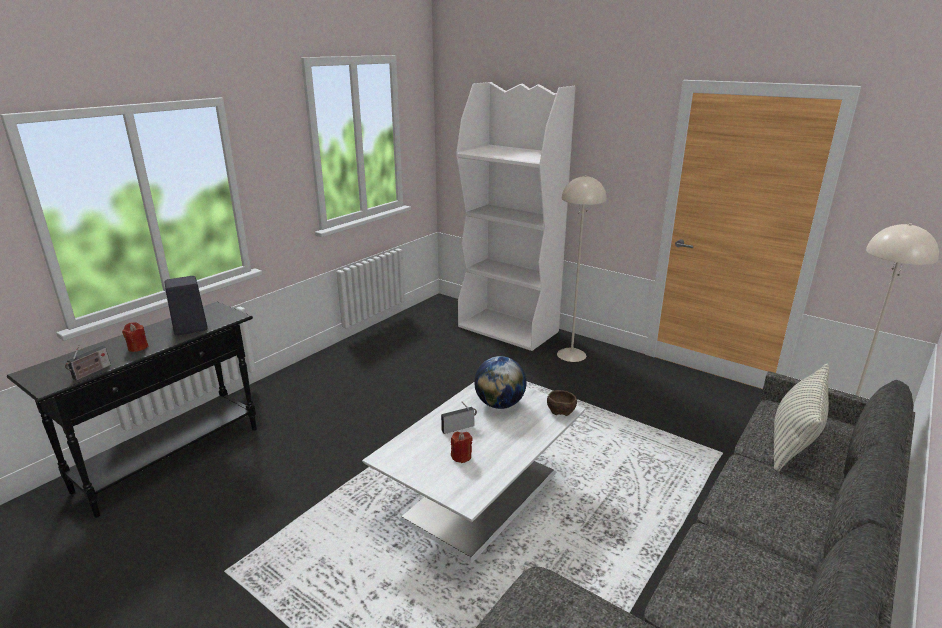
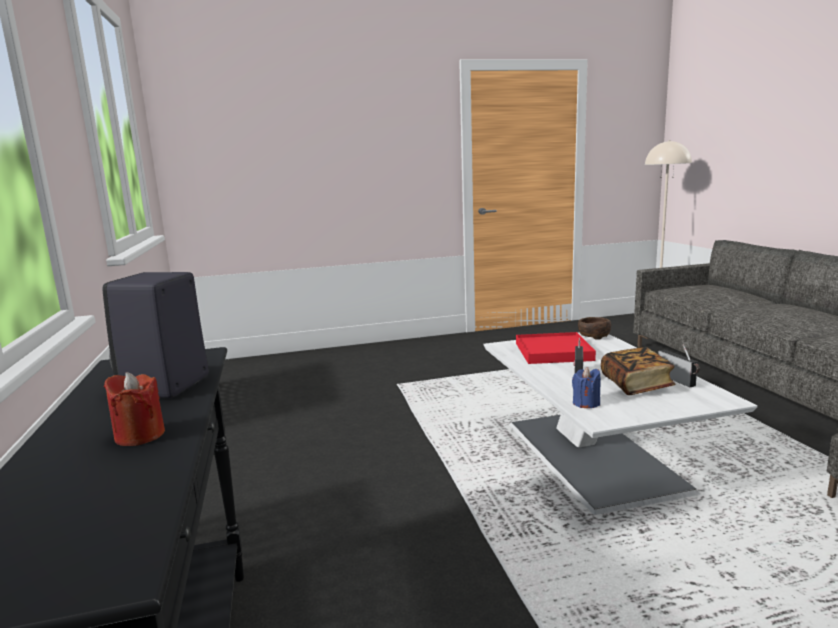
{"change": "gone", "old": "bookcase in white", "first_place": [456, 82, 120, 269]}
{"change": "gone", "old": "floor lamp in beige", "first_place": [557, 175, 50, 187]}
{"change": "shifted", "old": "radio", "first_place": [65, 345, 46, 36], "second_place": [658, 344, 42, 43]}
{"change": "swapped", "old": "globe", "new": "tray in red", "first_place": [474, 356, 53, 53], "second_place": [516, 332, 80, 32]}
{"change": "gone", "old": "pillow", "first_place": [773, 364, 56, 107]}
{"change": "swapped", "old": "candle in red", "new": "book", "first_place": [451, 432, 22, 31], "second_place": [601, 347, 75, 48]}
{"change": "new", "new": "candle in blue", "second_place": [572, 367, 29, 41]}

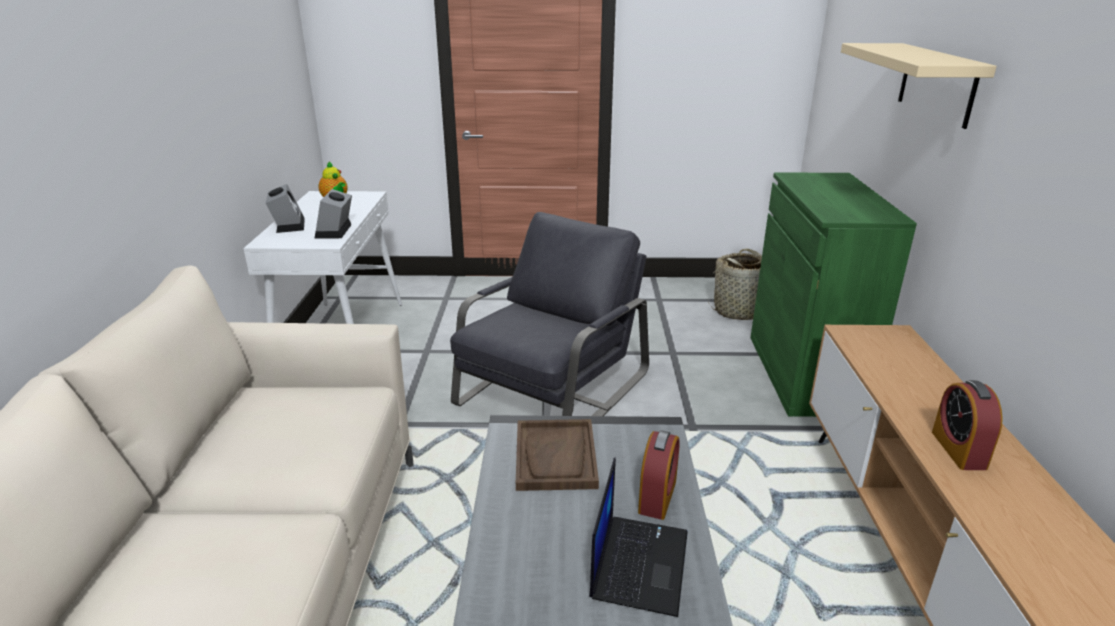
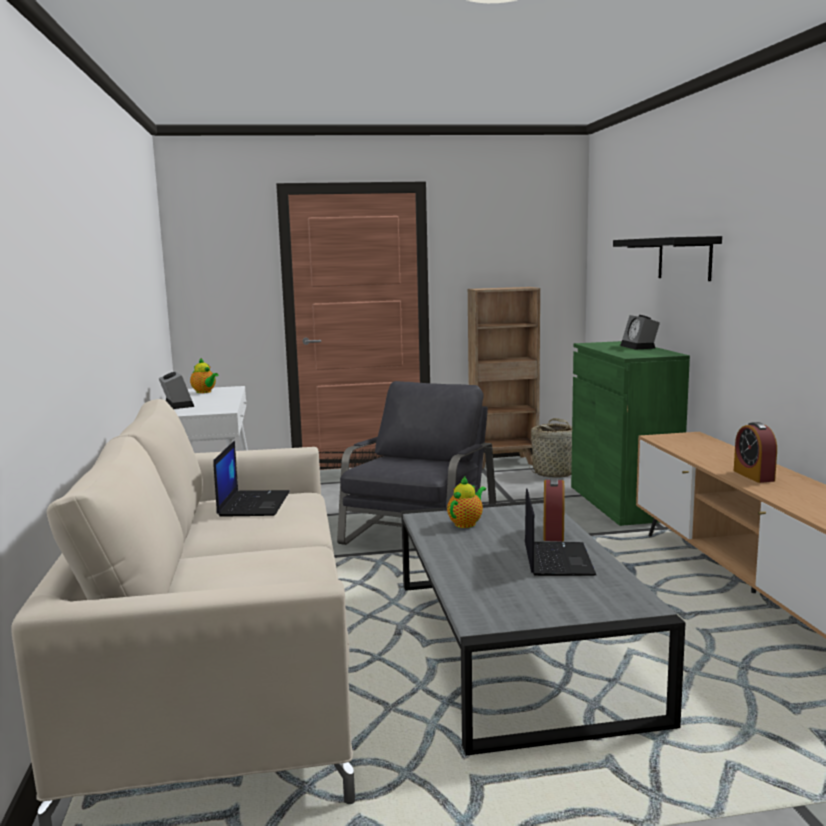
{"change": "repainted", "old": "shelf in beige", "new": "shelf in black", "first_place": [841, 43, 156, 86], "second_place": [613, 236, 109, 45]}
{"change": "shifted", "old": "alarm clock", "first_place": [315, 189, 37, 50], "second_place": [620, 315, 40, 35]}
{"change": "swapped", "old": "tray in brown", "new": "teapot", "first_place": [516, 419, 83, 72], "second_place": [447, 477, 39, 51]}
{"change": "new", "new": "bookcase in brown", "second_place": [468, 287, 72, 182]}
{"change": "new", "new": "laptop", "second_place": [213, 441, 77, 76]}

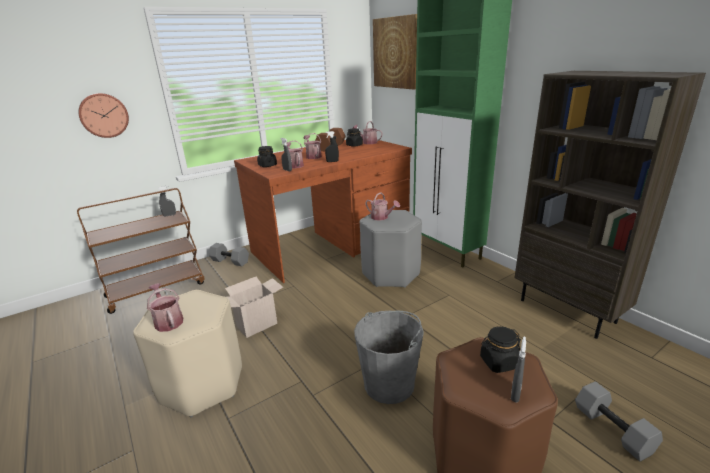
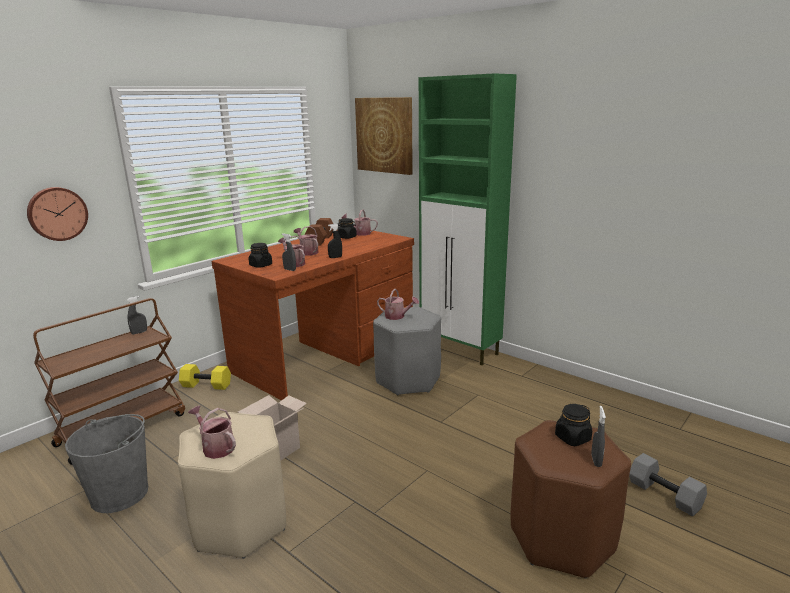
{"change": "gone", "old": "bookcase in brown", "first_place": [514, 71, 192, 268]}
{"change": "repainted", "old": "dumbbell in grey", "new": "dumbbell in yellow", "first_place": [209, 243, 40, 23], "second_place": [179, 364, 52, 26]}
{"change": "shifted", "old": "bucket in grey", "first_place": [354, 310, 70, 94], "second_place": [65, 414, 83, 99]}

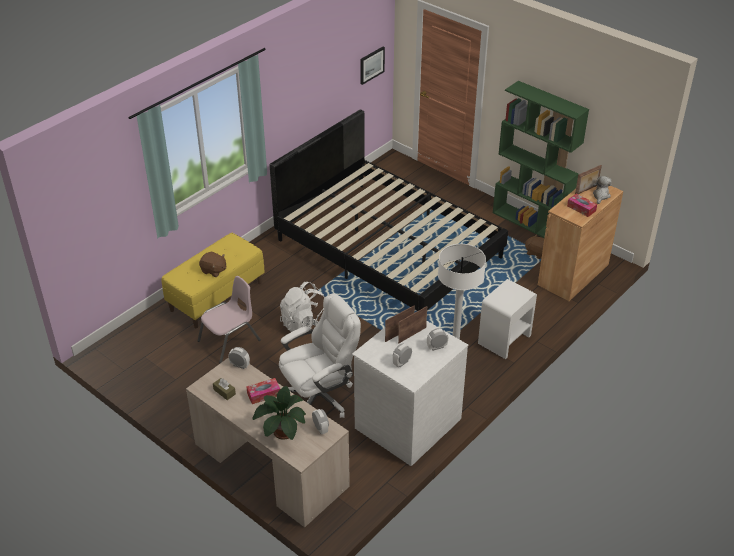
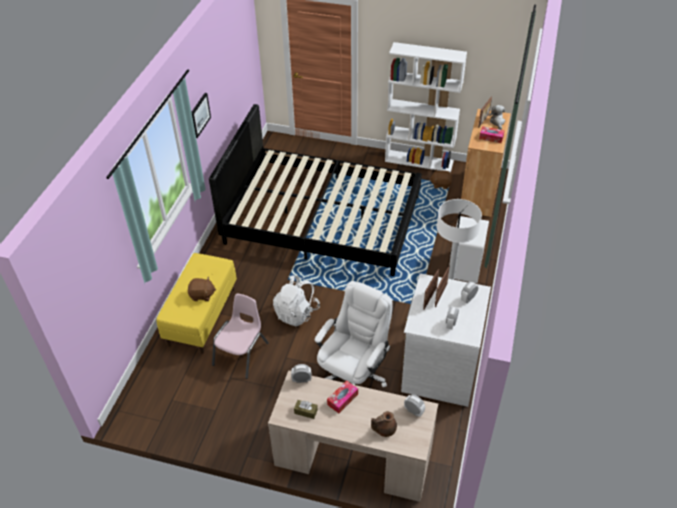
{"change": "shifted", "old": "picture", "first_place": [360, 47, 25, 38], "second_place": [192, 93, 19, 45]}
{"change": "repainted", "old": "bookcase in green", "new": "bookcase in white", "first_place": [493, 81, 96, 157], "second_place": [385, 42, 82, 130]}
{"change": "swapped", "old": "potted plant", "new": "teapot in brown", "first_place": [253, 386, 53, 54], "second_place": [371, 411, 26, 26]}

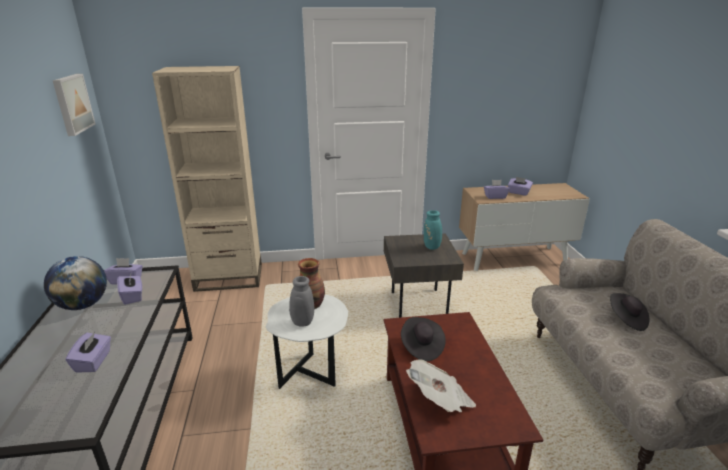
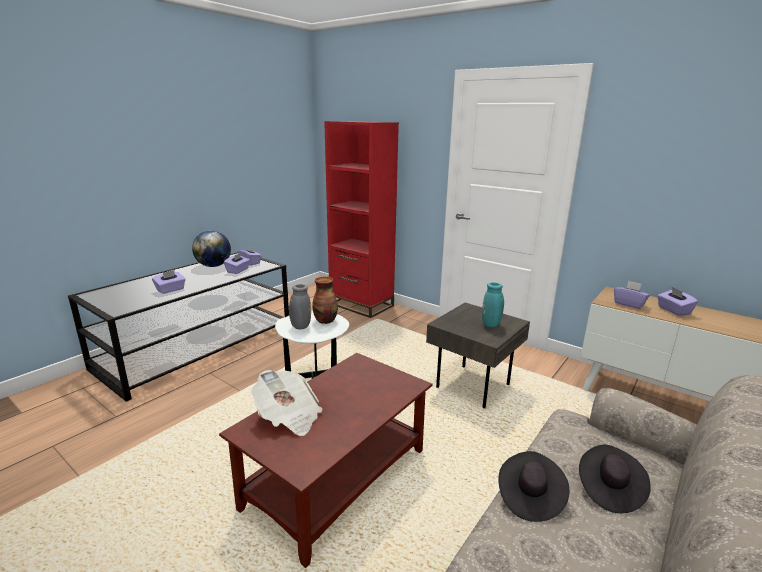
{"change": "repainted", "old": "bookcase in beige", "new": "bookcase in red", "first_place": [152, 66, 110, 226], "second_place": [324, 121, 75, 197]}
{"change": "gone", "old": "picture", "first_place": [53, 74, 42, 62]}
{"change": "shifted", "old": "hat in black", "first_place": [401, 317, 45, 44], "second_place": [498, 451, 71, 71]}

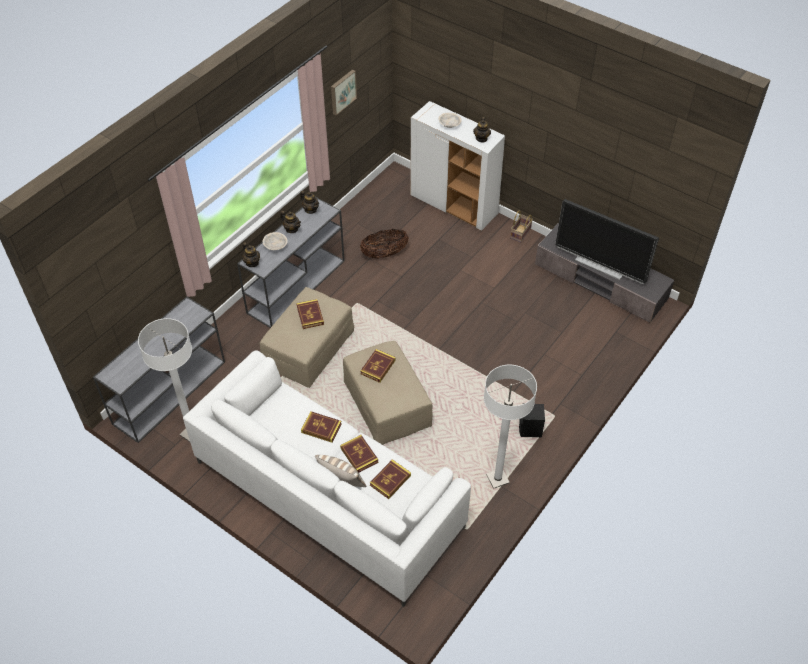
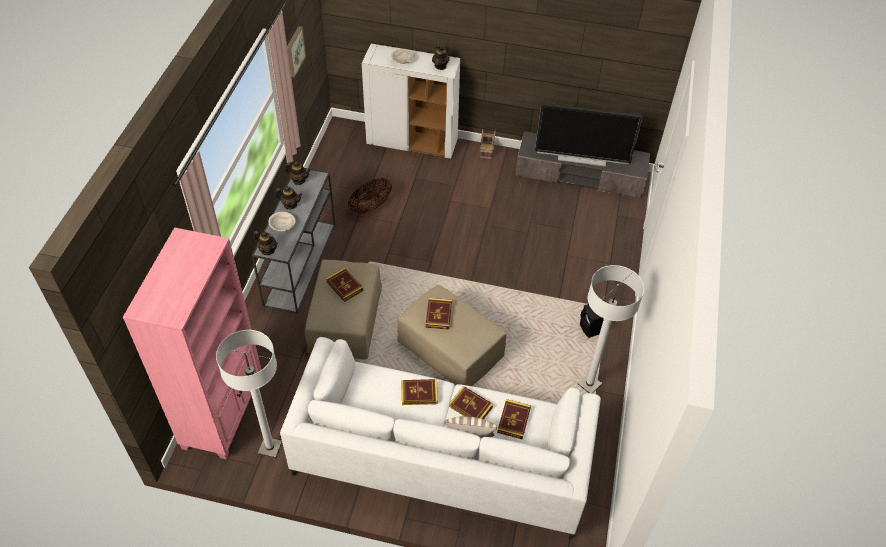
{"change": "swapped", "old": "console table in grey", "new": "bookcase in pink", "first_place": [93, 297, 132, 146], "second_place": [123, 227, 139, 232]}

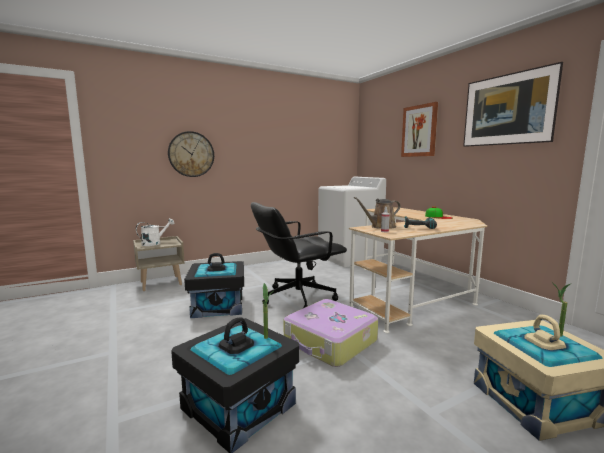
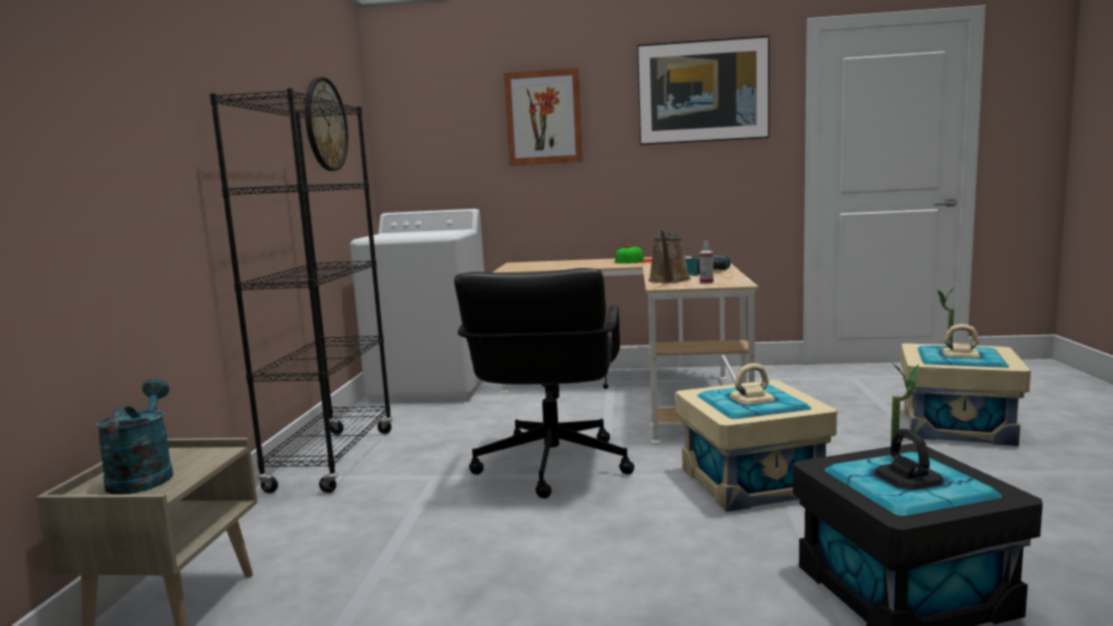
{"change": "shifted", "old": "wall clock", "first_place": [168, 131, 46, 46], "second_place": [305, 77, 43, 94]}
{"change": "repainted", "old": "watering can in white", "new": "watering can in turquoise", "first_place": [136, 218, 38, 28], "second_place": [96, 379, 77, 115]}
{"change": "gone", "old": "storage box in black", "first_place": [184, 253, 60, 65]}
{"change": "swapped", "old": "suitcase", "new": "storage box in beige", "first_place": [283, 299, 95, 68], "second_place": [675, 363, 162, 149]}
{"change": "new", "new": "bookcase in black", "second_place": [209, 88, 184, 405]}

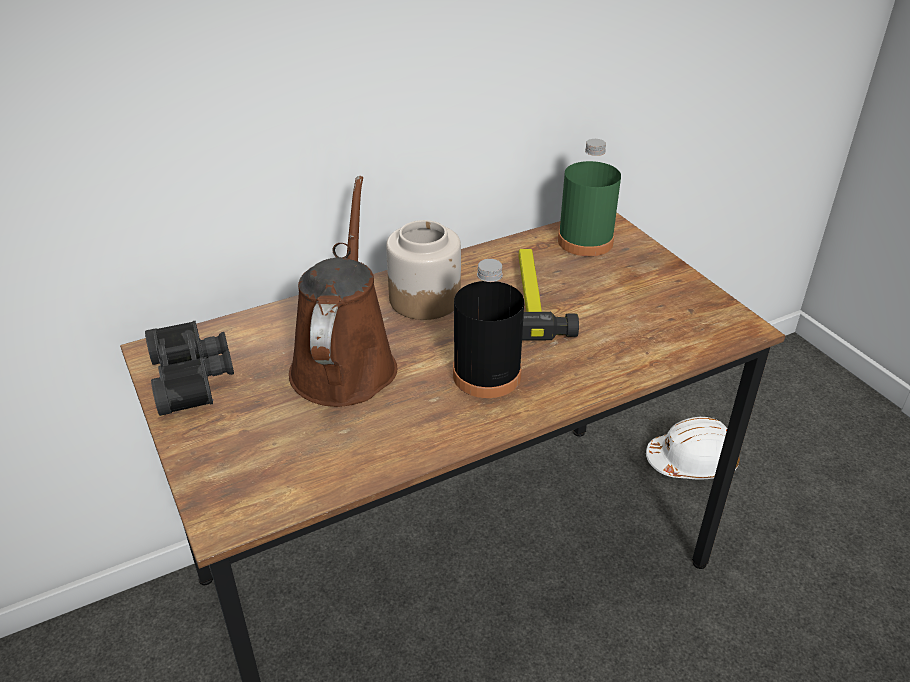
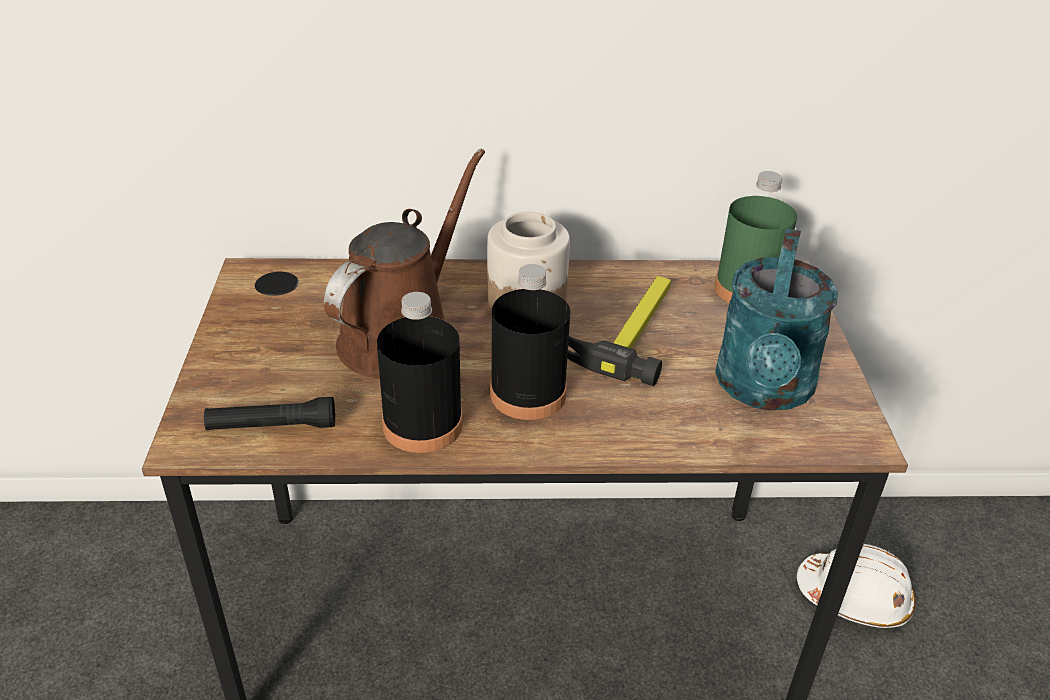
{"change": "gone", "old": "binoculars in black", "first_place": [145, 321, 89, 95]}
{"change": "new", "new": "watering can in turquoise", "second_place": [715, 228, 123, 182]}
{"change": "new", "new": "bottle in black", "second_place": [377, 292, 86, 161]}
{"change": "new", "new": "flashlight in black", "second_place": [204, 397, 131, 33]}

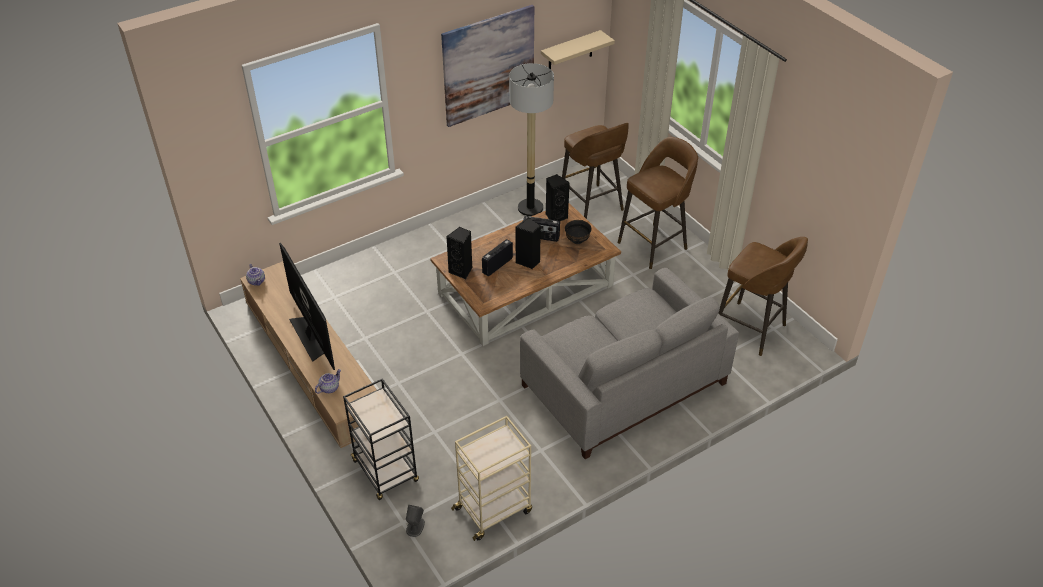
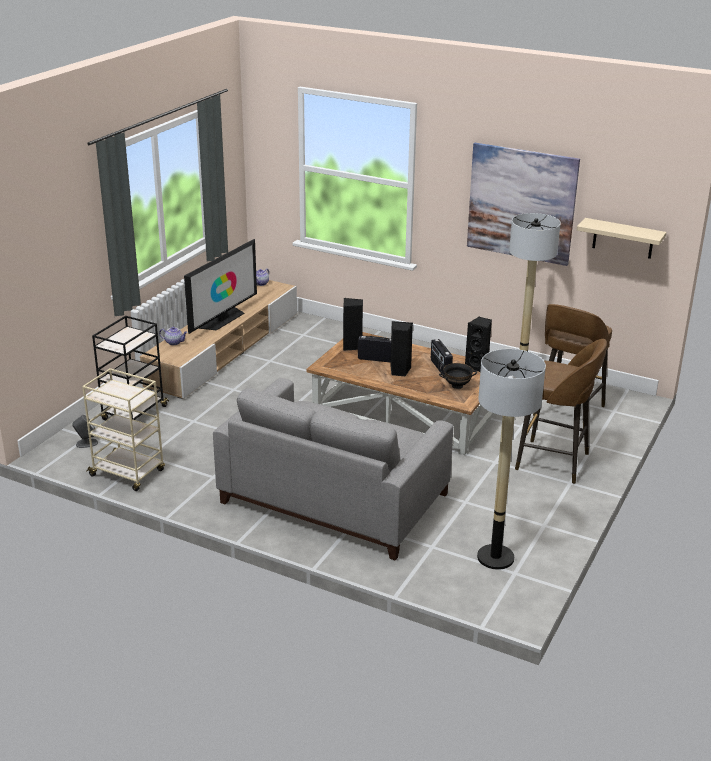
{"change": "swapped", "old": "stool in brown", "new": "floor lamp", "first_place": [718, 237, 90, 119], "second_place": [477, 349, 69, 221]}

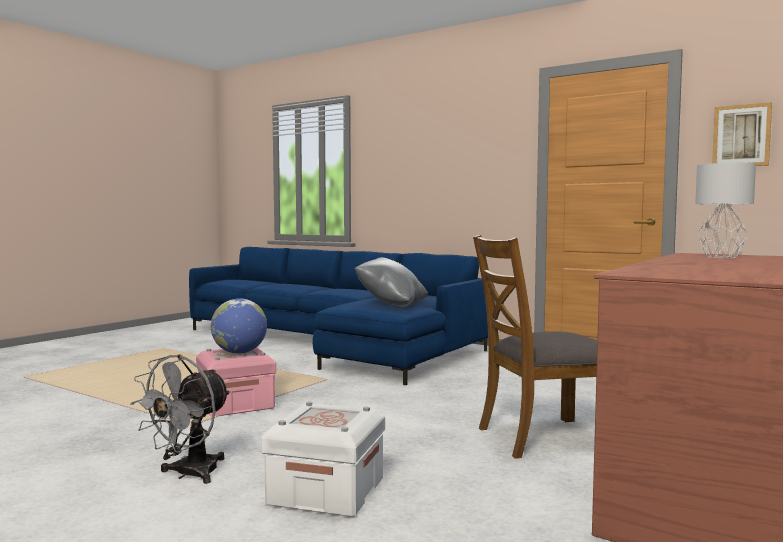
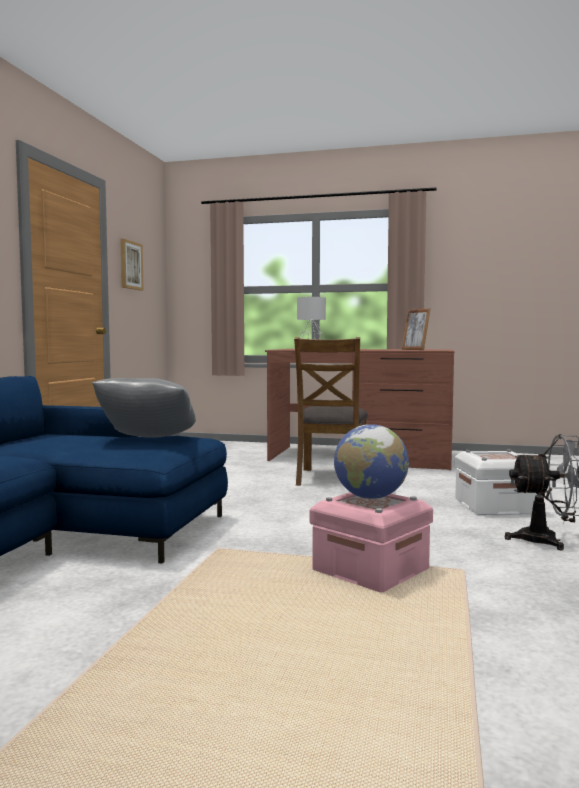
{"change": "rotated", "old": "chair in brown", "first_place": [473, 235, 124, 224], "second_place": [294, 337, 74, 149], "degrees": 45}
{"change": "new", "new": "picture frame", "second_place": [401, 308, 30, 42]}

